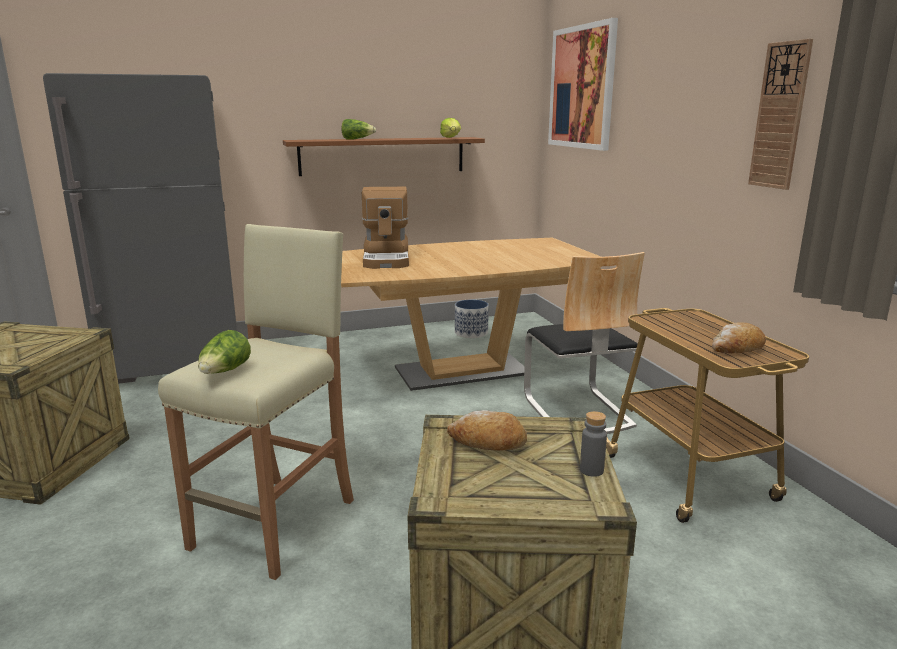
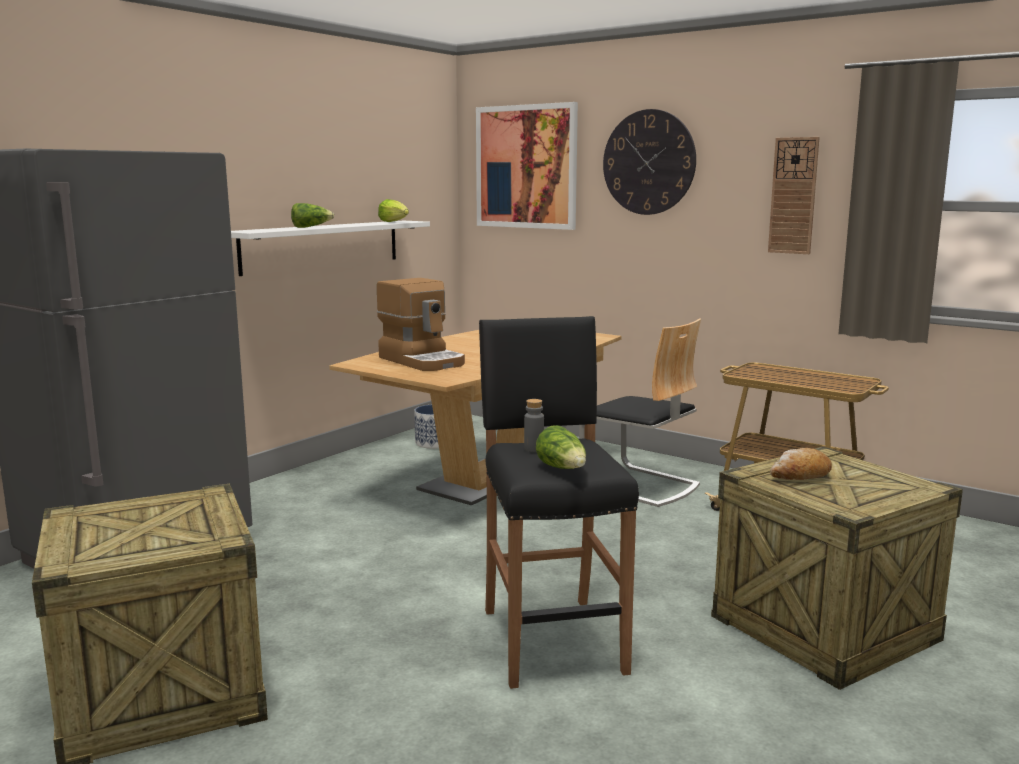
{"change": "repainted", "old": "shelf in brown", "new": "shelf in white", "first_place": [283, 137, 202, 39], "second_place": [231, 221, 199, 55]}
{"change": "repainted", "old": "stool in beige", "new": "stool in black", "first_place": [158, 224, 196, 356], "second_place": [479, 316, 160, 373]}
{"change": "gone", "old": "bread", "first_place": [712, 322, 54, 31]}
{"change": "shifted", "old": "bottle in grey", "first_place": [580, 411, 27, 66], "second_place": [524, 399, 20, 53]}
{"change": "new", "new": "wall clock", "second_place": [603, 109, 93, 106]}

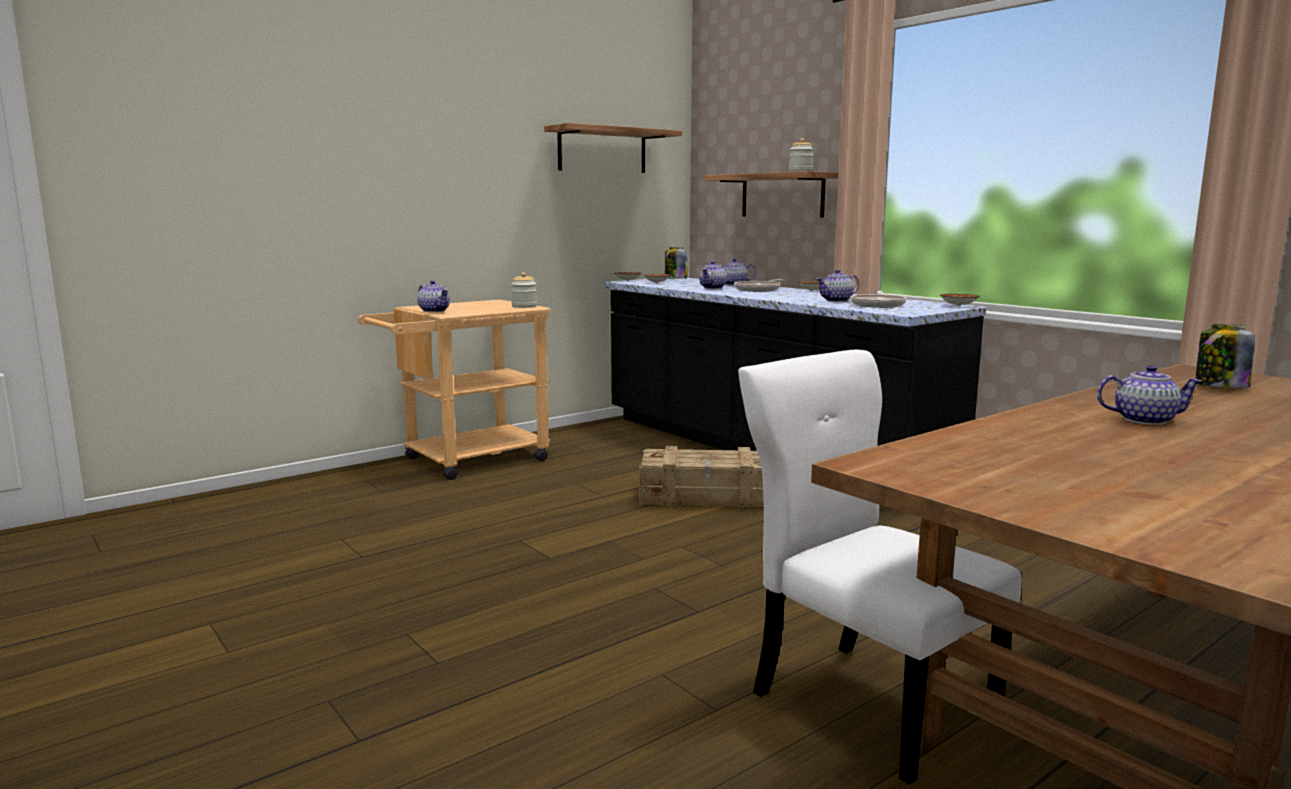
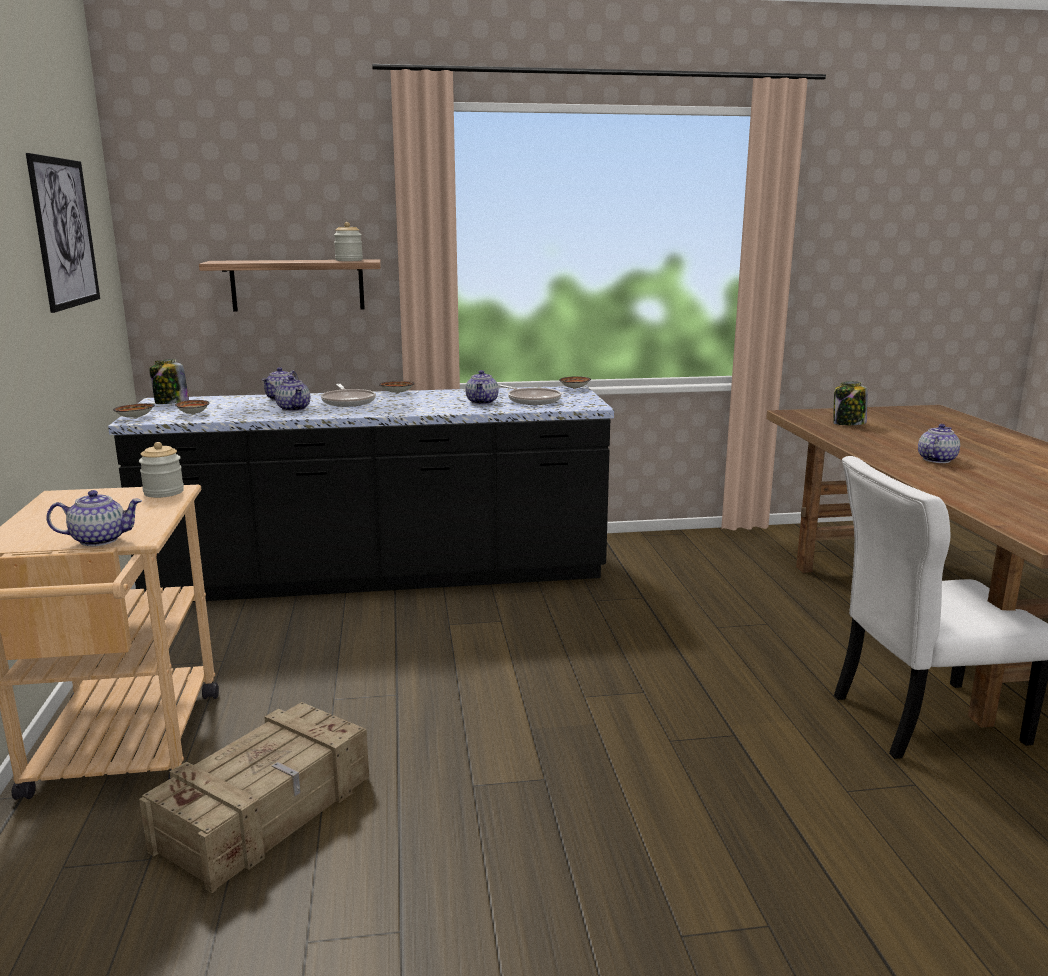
{"change": "swapped", "old": "shelf", "new": "picture", "first_place": [544, 123, 138, 50], "second_place": [26, 153, 74, 160]}
{"change": "shifted", "old": "crate", "first_place": [639, 446, 125, 62], "second_place": [139, 702, 230, 191]}

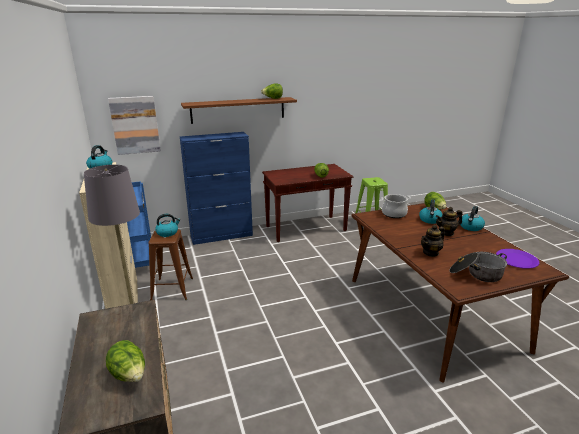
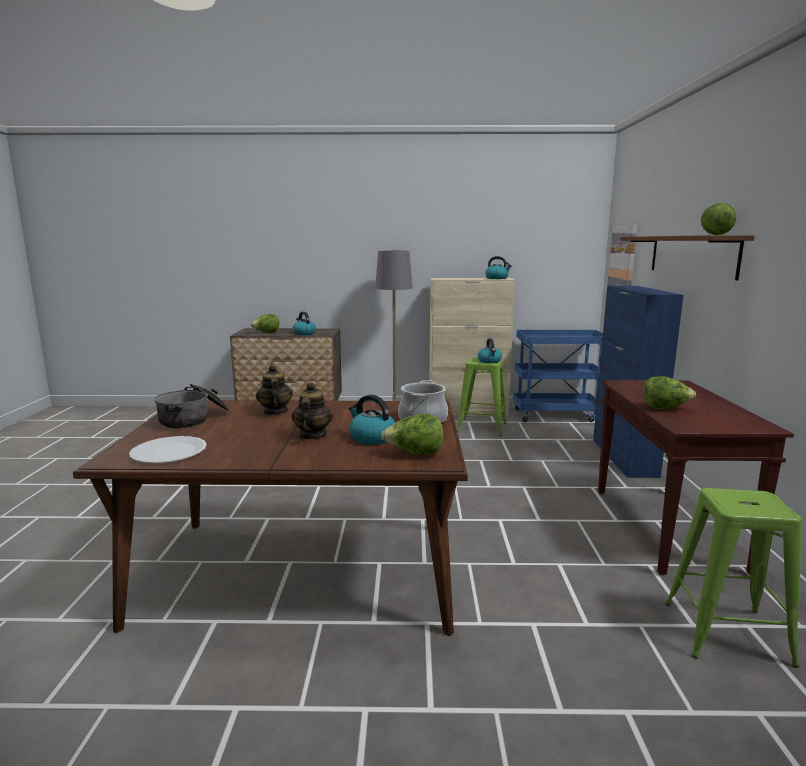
{"change": "shifted", "old": "kettle", "first_place": [461, 206, 24, 25], "second_place": [293, 312, 23, 23]}
{"change": "repainted", "old": "stool in brown", "new": "stool in green", "first_place": [148, 229, 45, 71], "second_place": [457, 358, 49, 78]}
{"change": "repainted", "old": "plate in purple", "new": "plate in white", "first_place": [496, 249, 43, 20], "second_place": [129, 436, 78, 27]}

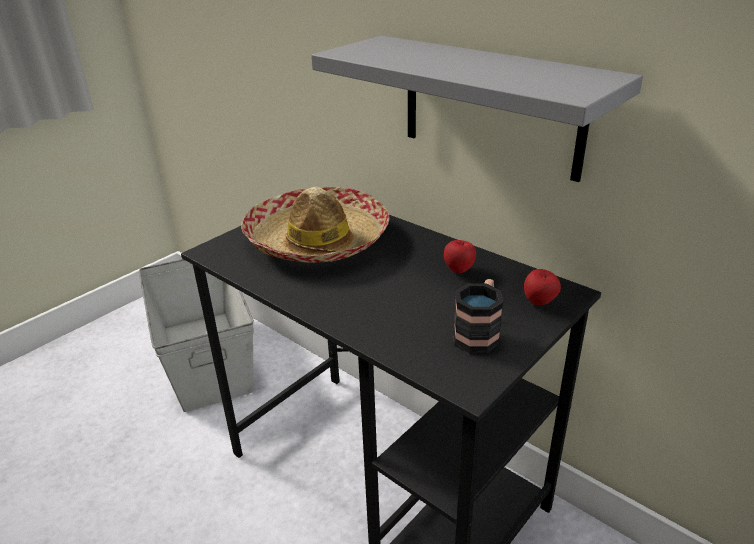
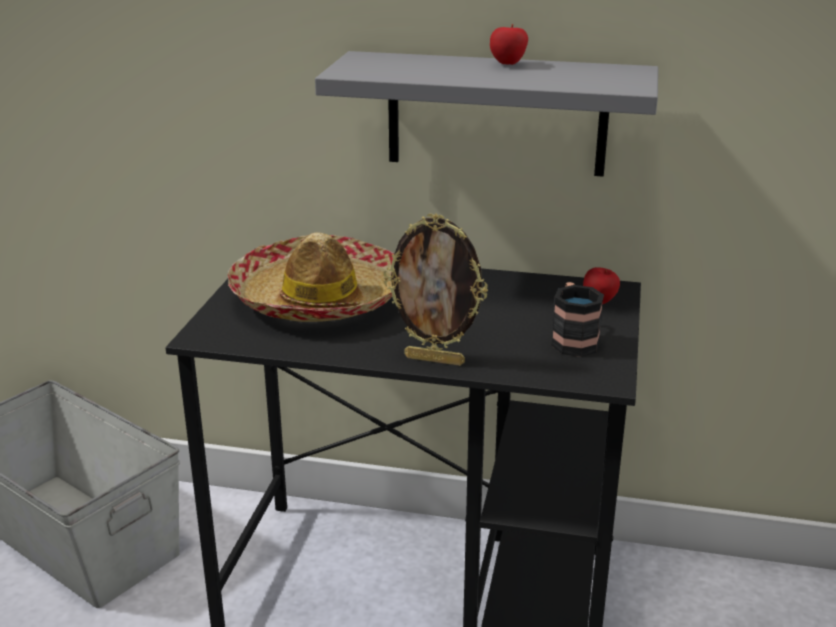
{"change": "shifted", "old": "apple", "first_place": [444, 240, 32, 34], "second_place": [490, 24, 38, 41]}
{"change": "new", "new": "picture frame", "second_place": [383, 213, 105, 153]}

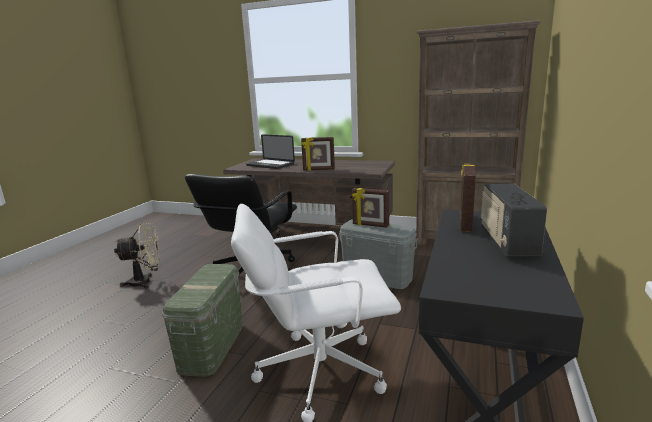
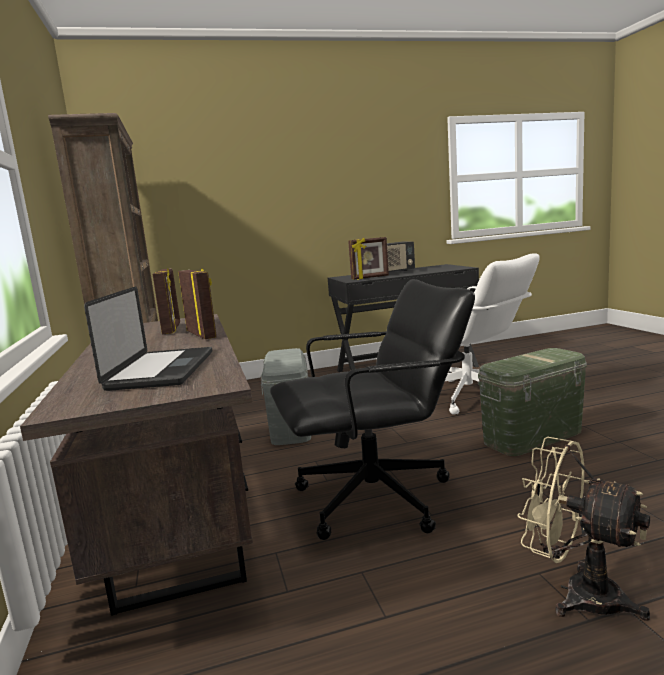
{"change": "shifted", "old": "picture frame", "first_place": [352, 188, 37, 40], "second_place": [152, 268, 28, 67]}

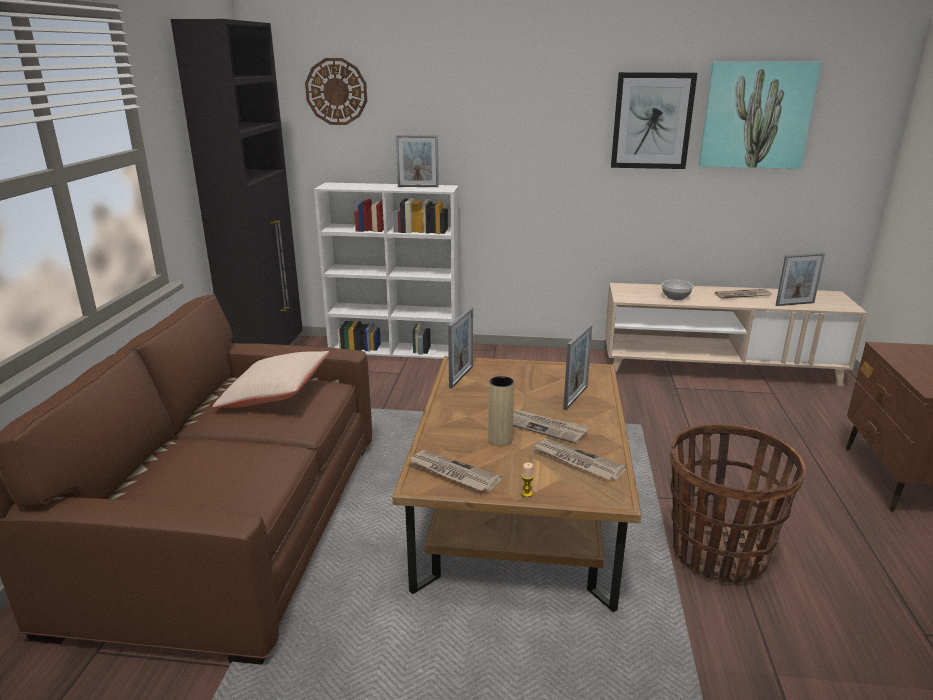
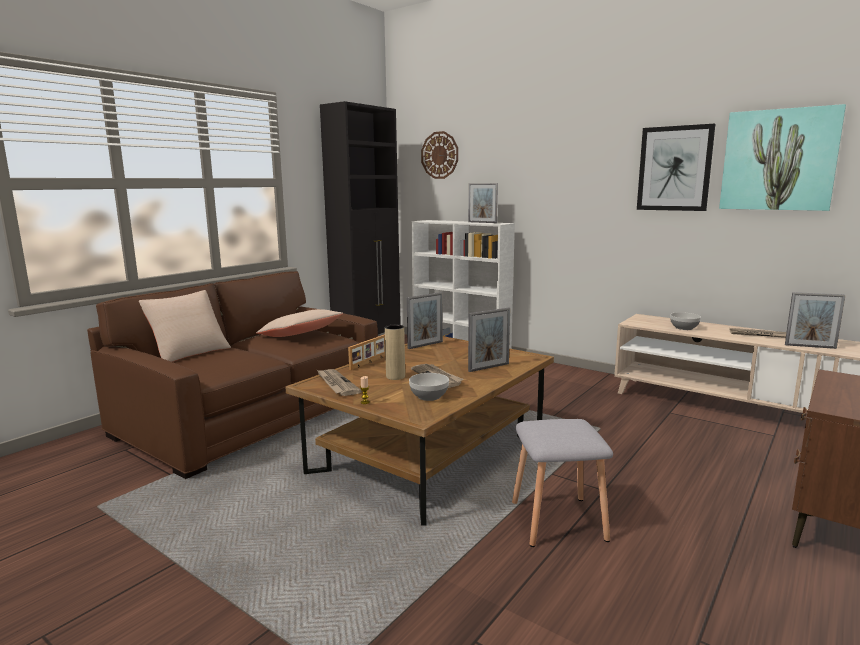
{"change": "swapped", "old": "basket", "new": "stool in grey", "first_place": [670, 424, 136, 161], "second_place": [512, 419, 101, 128]}
{"change": "swapped", "old": "newspaper", "new": "bowl", "first_place": [533, 439, 93, 41], "second_place": [409, 373, 40, 28]}
{"change": "new", "new": "pillow in beige", "second_place": [139, 290, 92, 72]}
{"change": "new", "new": "picture frame", "second_place": [348, 334, 37, 36]}

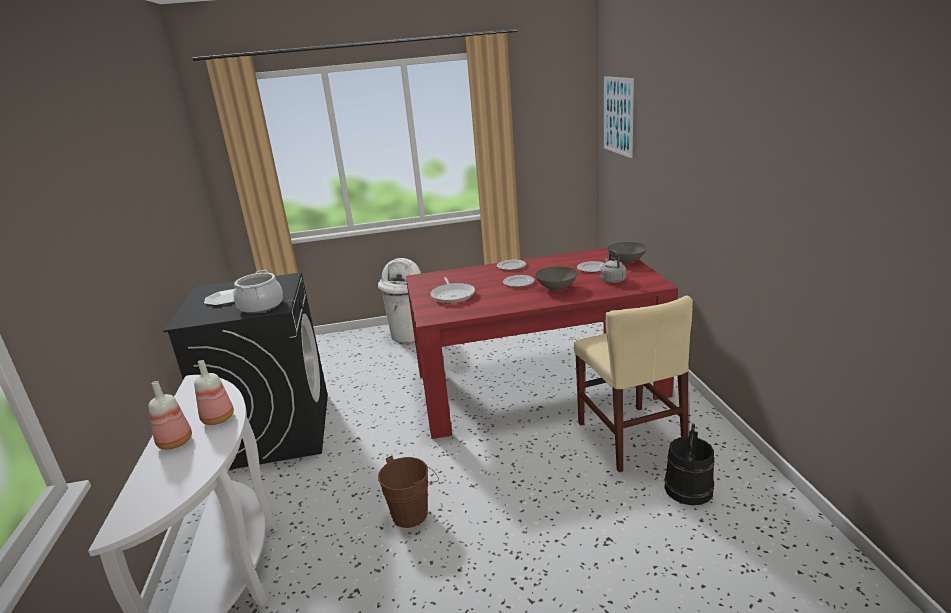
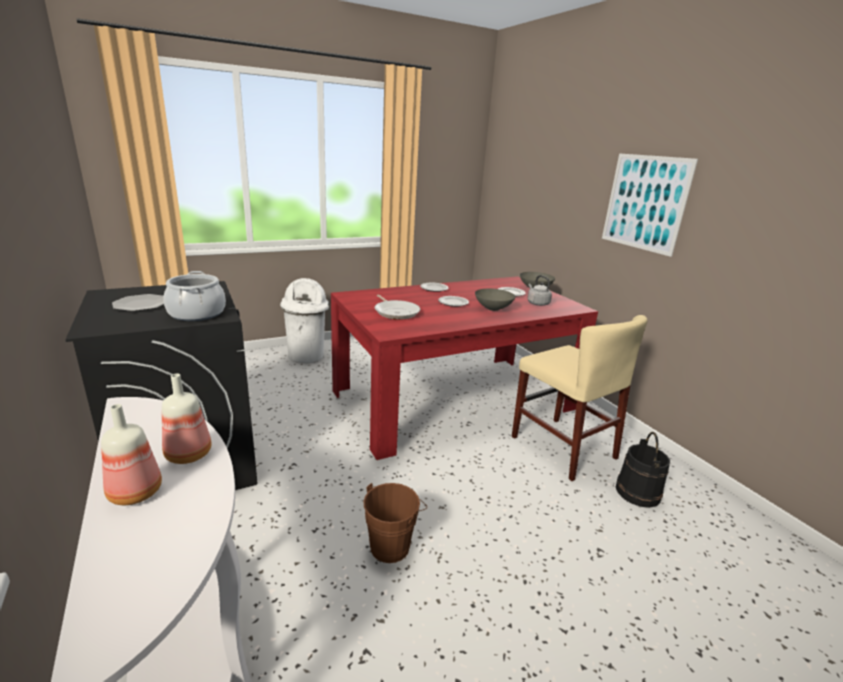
{"change": "shifted", "old": "picture", "first_place": [604, 76, 30, 82], "second_place": [602, 153, 96, 104]}

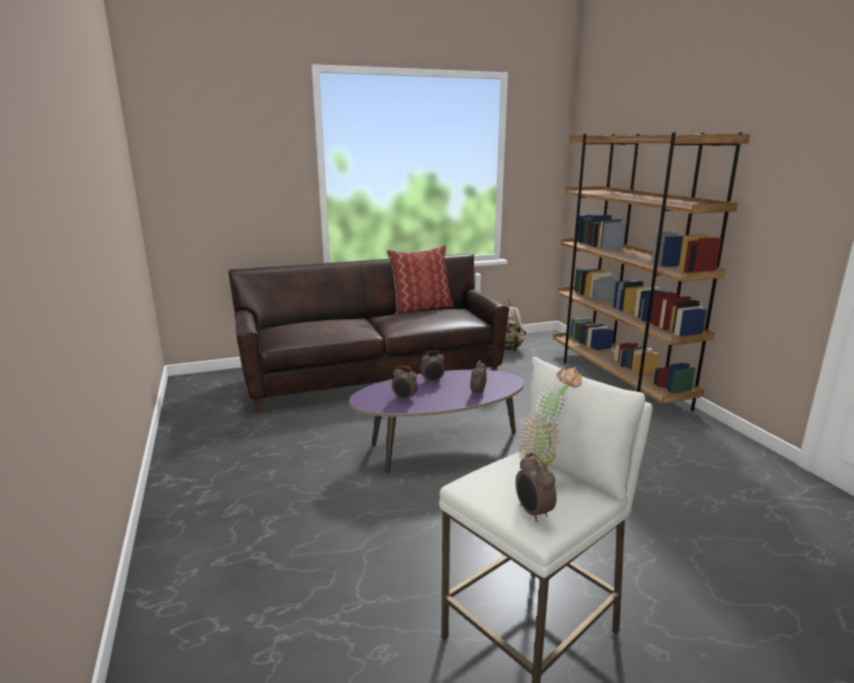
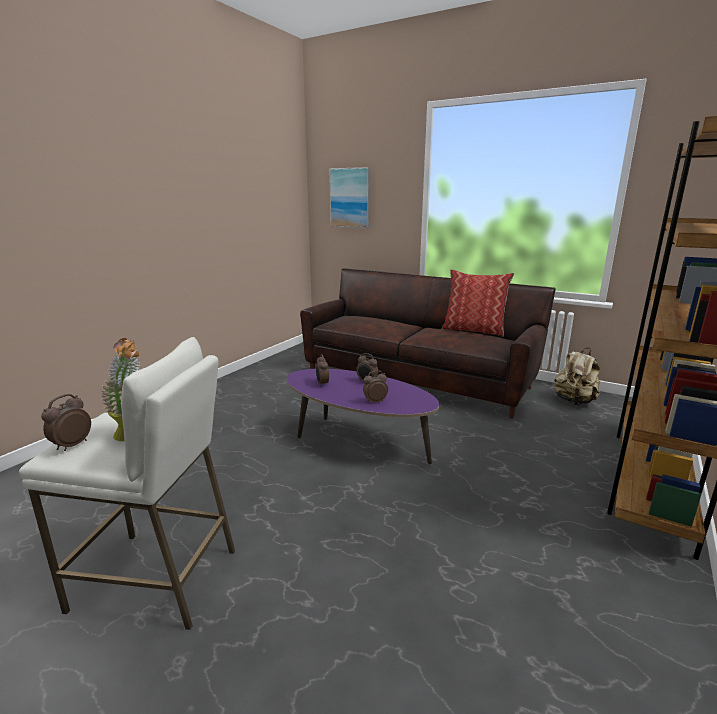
{"change": "new", "new": "picture", "second_place": [329, 167, 41, 61]}

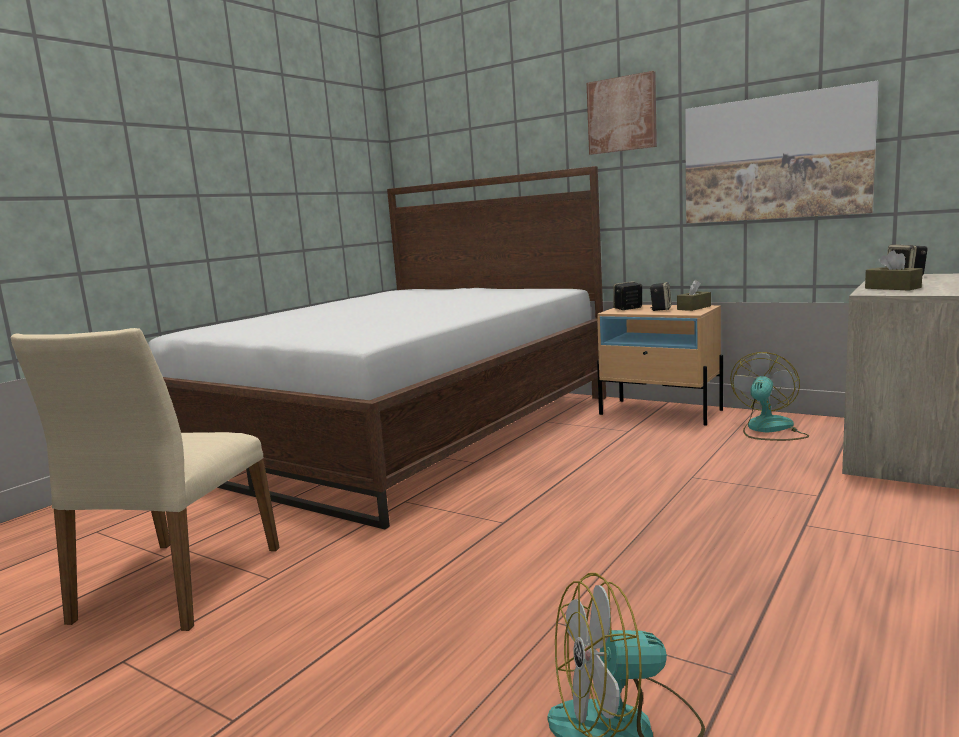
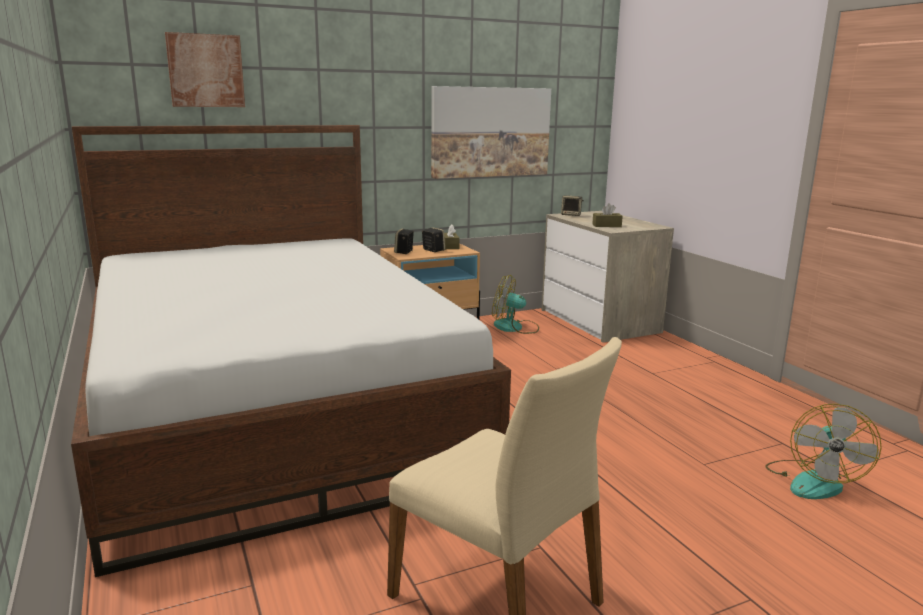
{"change": "shifted", "old": "picture", "first_place": [587, 71, 70, 84], "second_place": [165, 32, 80, 75]}
{"change": "rotated", "old": "fan", "first_place": [730, 352, 79, 89], "second_place": [492, 275, 47, 59], "degrees": -45}

